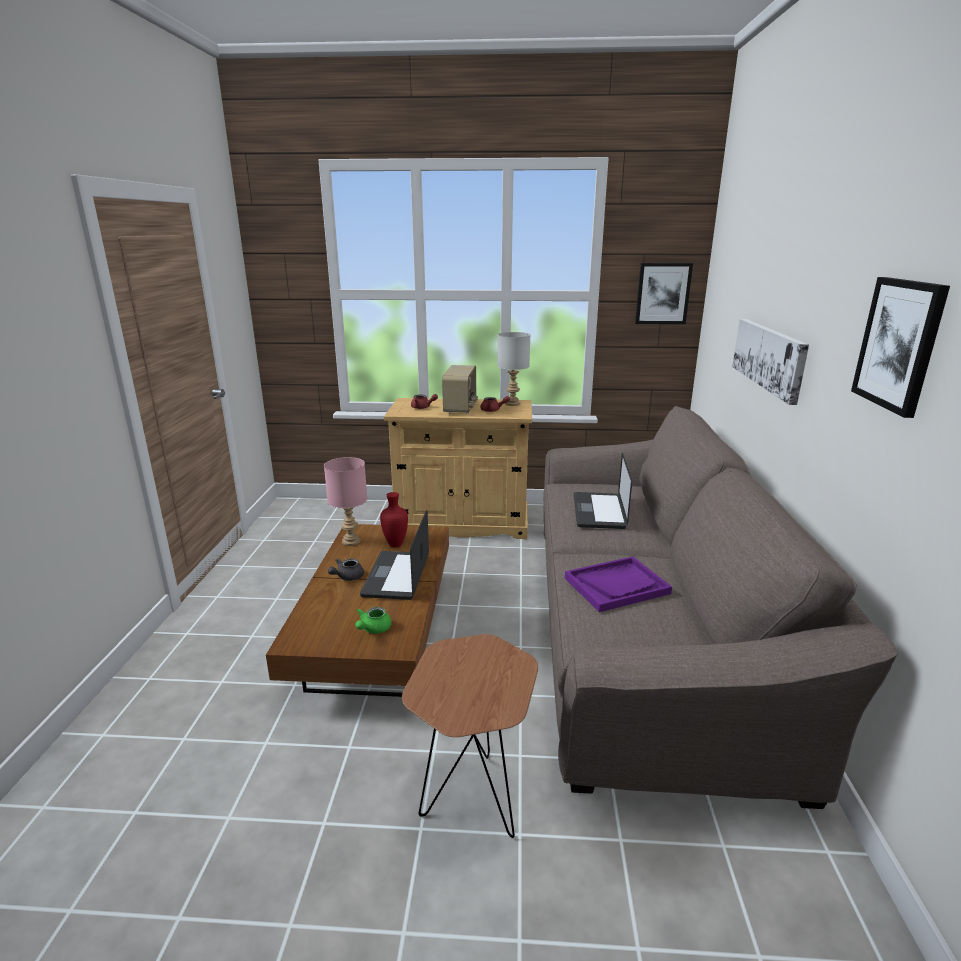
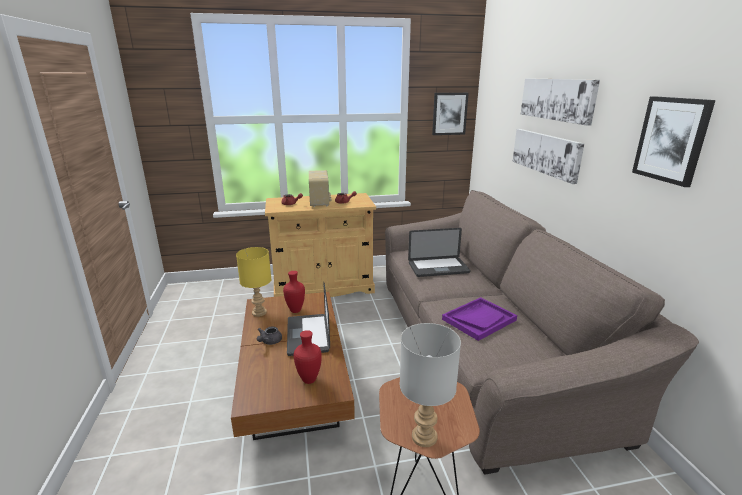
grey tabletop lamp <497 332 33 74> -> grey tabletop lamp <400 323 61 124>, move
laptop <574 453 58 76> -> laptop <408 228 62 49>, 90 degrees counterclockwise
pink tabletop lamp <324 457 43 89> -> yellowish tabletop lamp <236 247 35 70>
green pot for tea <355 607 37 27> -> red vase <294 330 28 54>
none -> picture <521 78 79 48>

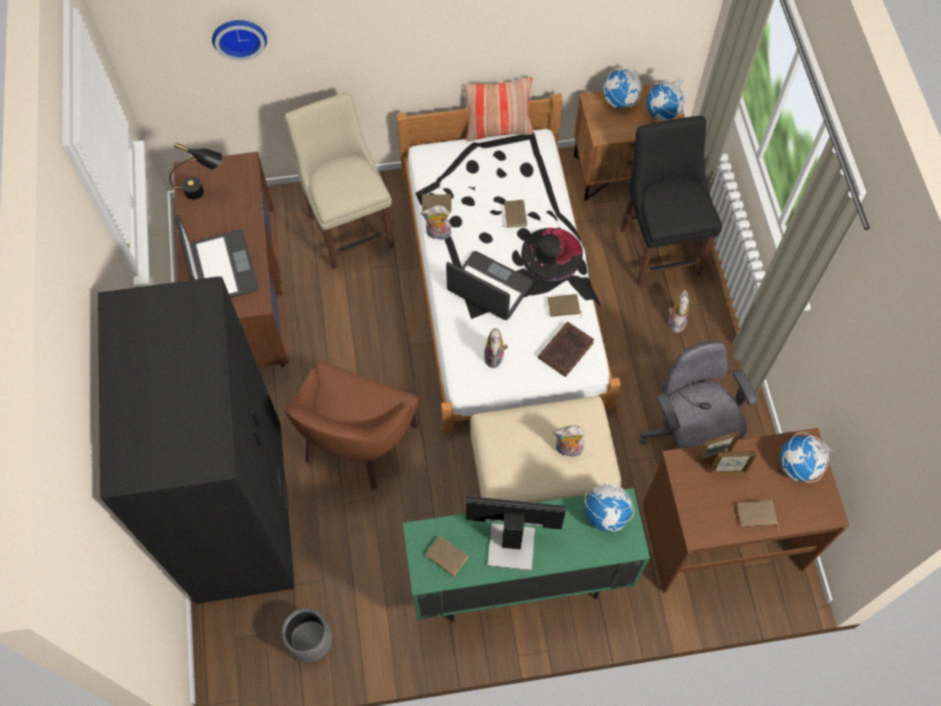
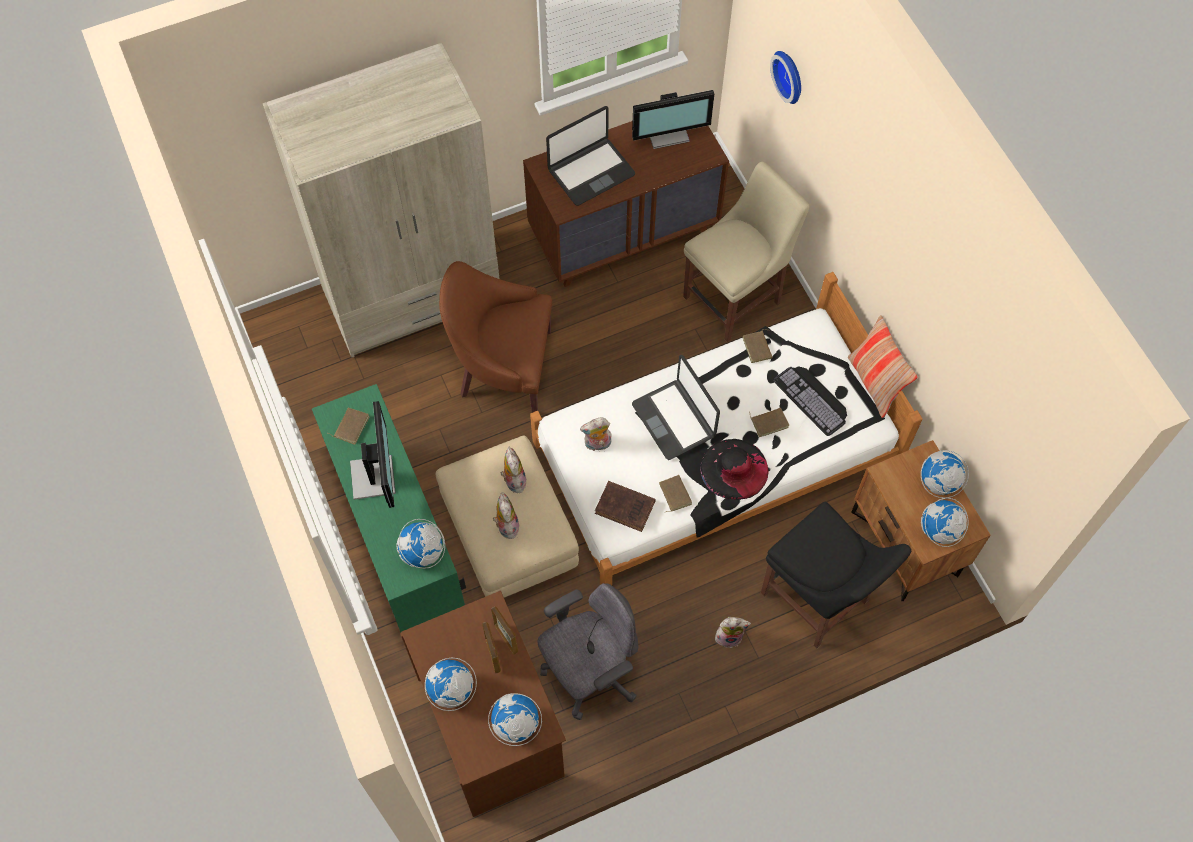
black-coloured plain chair <620 116 102 170> -> black-coloured plain chair <761 502 150 146>, 75 degrees clockwise
black-coloured tabletop lamp <169 142 54 58> -> computer display <632 90 82 59>
plush toy <421 205 31 36> -> plush toy <501 447 25 46>, move
laptop <446 251 87 69> -> laptop <632 355 88 105>, 135 degrees clockwise
black-coloured armoire <98 276 197 328> -> beige armoire <263 43 237 314>
brownish volume <737 500 42 32> -> globe <425 657 52 54>
grey planter <282 608 50 54> -> none
none -> computer keyboard <774 366 73 70>

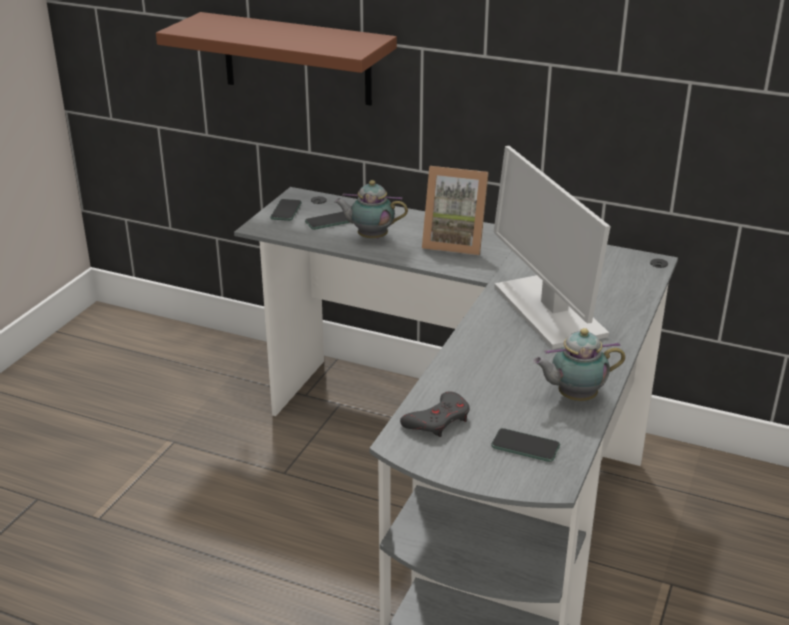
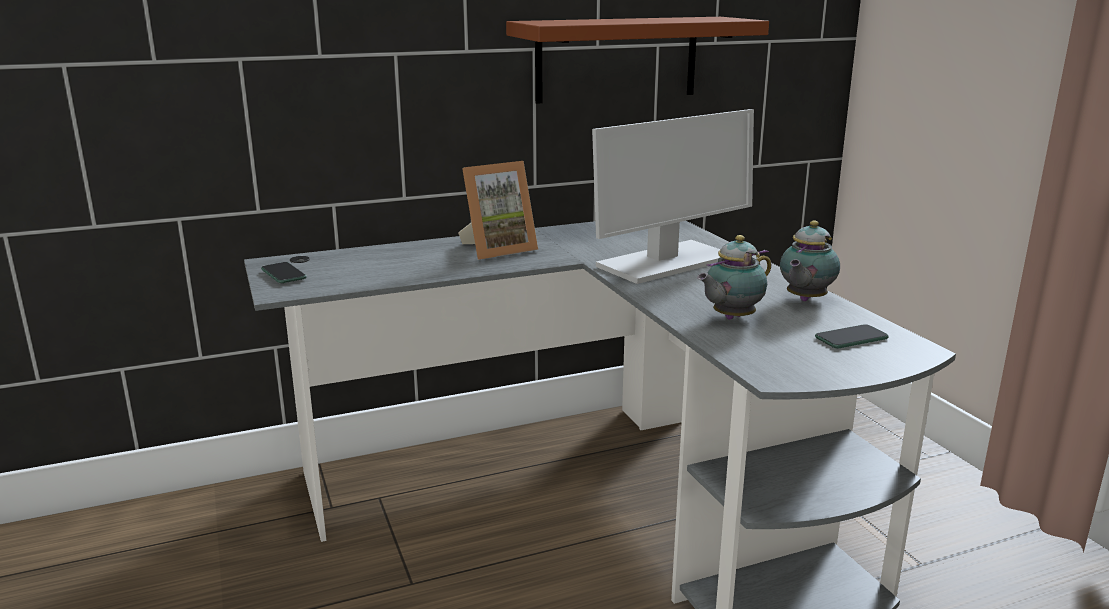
brownish wall shelf <156 12 241 94> -> brownish wall shelf <506 17 263 87>, move
computer display <493 146 118 203> -> computer display <592 109 162 175>, 60 degrees counterclockwise
pot for tea <334 180 74 59> -> pot for tea <697 235 74 85>, move
phone <305 212 45 18> -> none
grey joypad <400 391 70 46> -> none

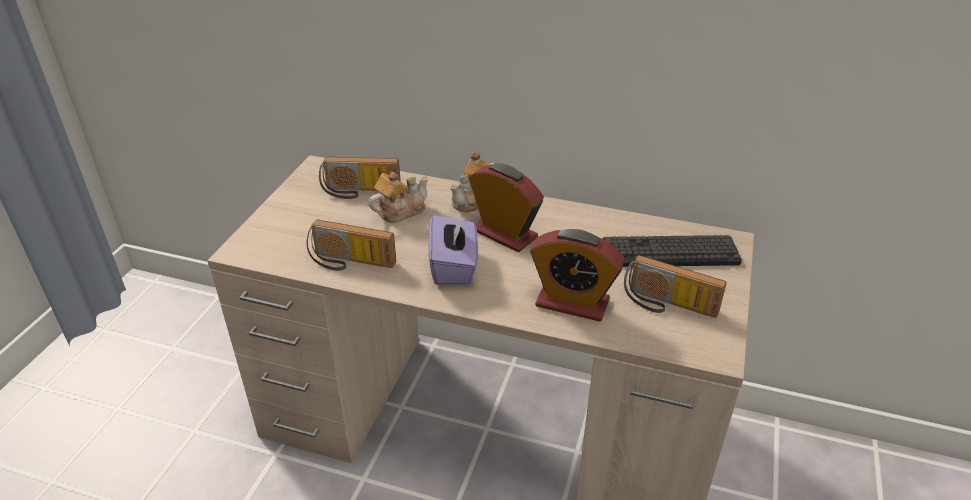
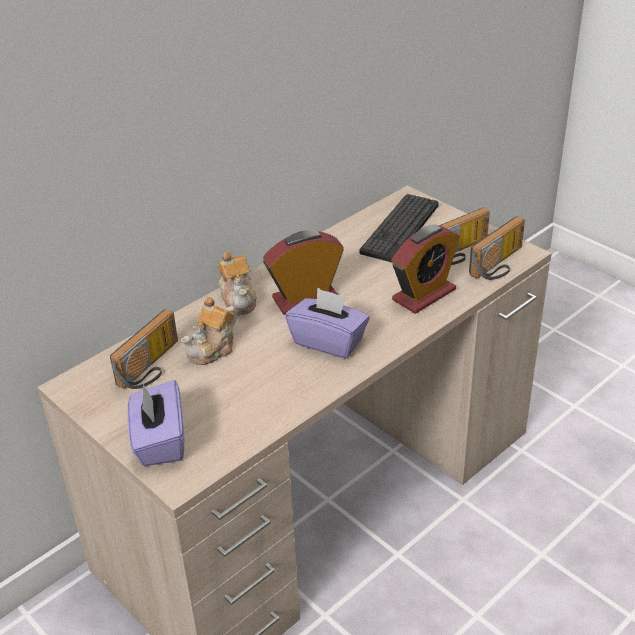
pot for tea <369 172 60 51> -> pot for tea <181 297 56 68>, 135 degrees counterclockwise
radio receiver <307 219 89 52> -> radio receiver <469 216 56 64>, move
none -> purple-coloured box of tissues <127 380 57 86>

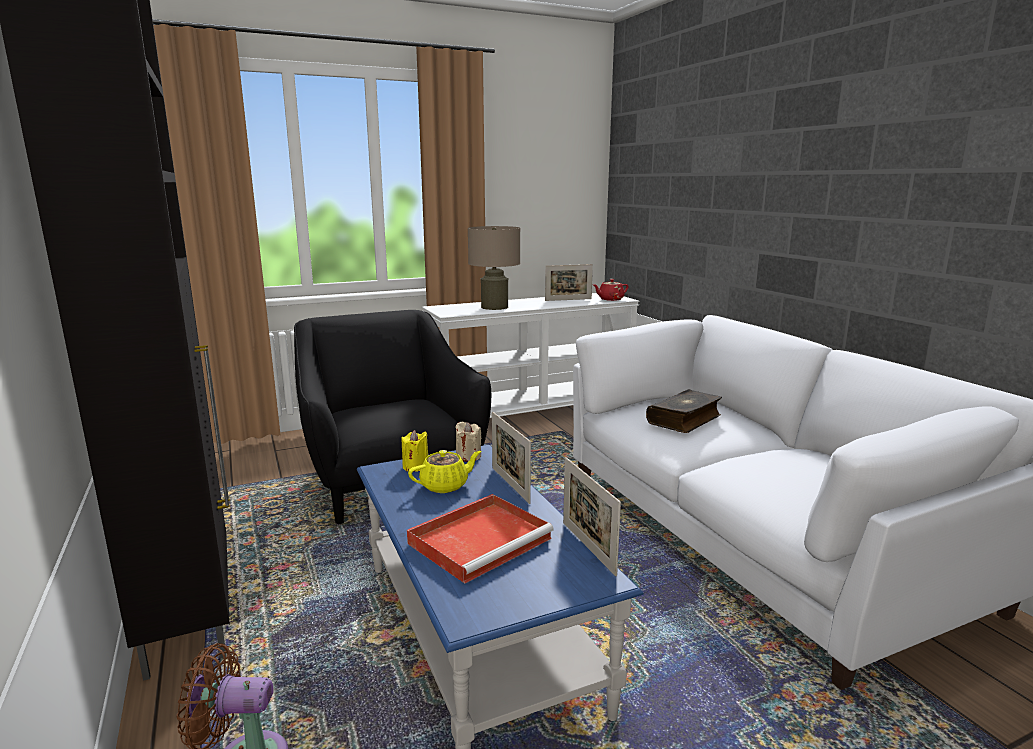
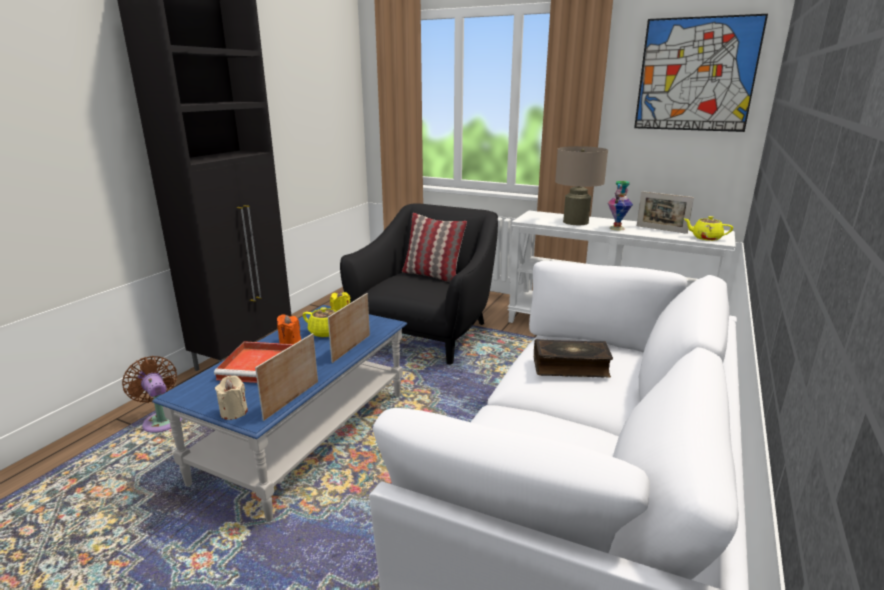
red pot for tea <593 279 36 22> -> yellowish pot for tea <684 216 49 25>
beige wax light <455 422 26 40> -> beige wax light <215 376 33 44>, move
none -> picture <634 14 134 118>
none -> vase <608 181 25 50>
none -> cushion <402 213 65 69>
none -> orange wax light <277 314 24 30>

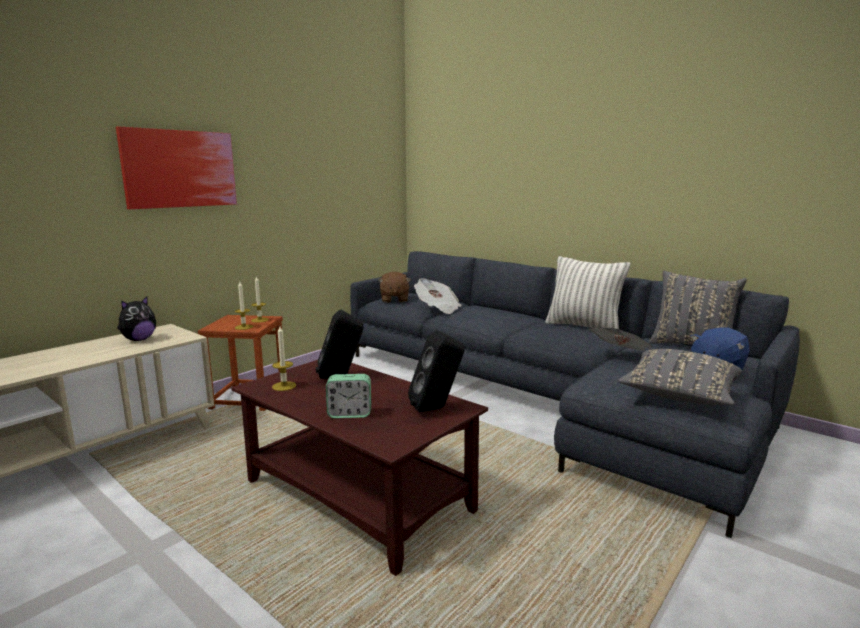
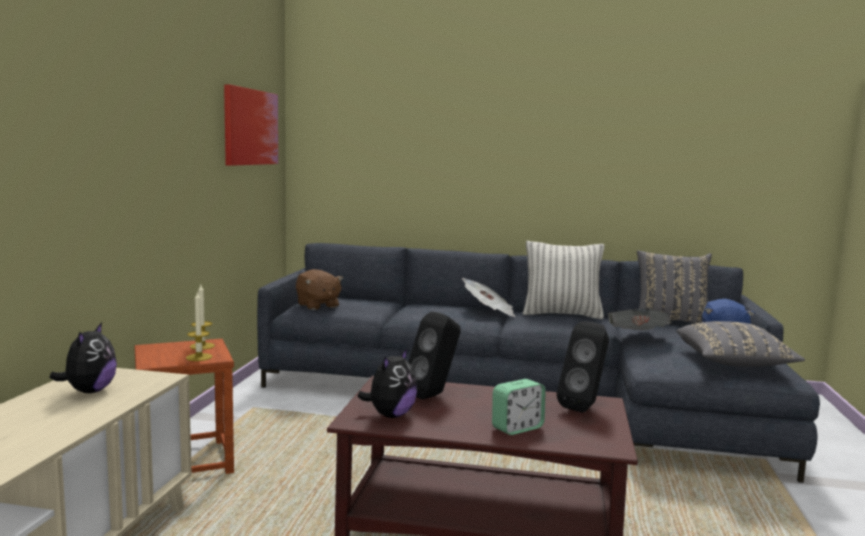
picture <116 126 121 83> -> picture <224 84 54 82>, move
printed paper <414 278 48 36> -> printed paper <462 278 53 39>, move
wax light <272 326 24 65> -> plush toy <357 347 60 71>

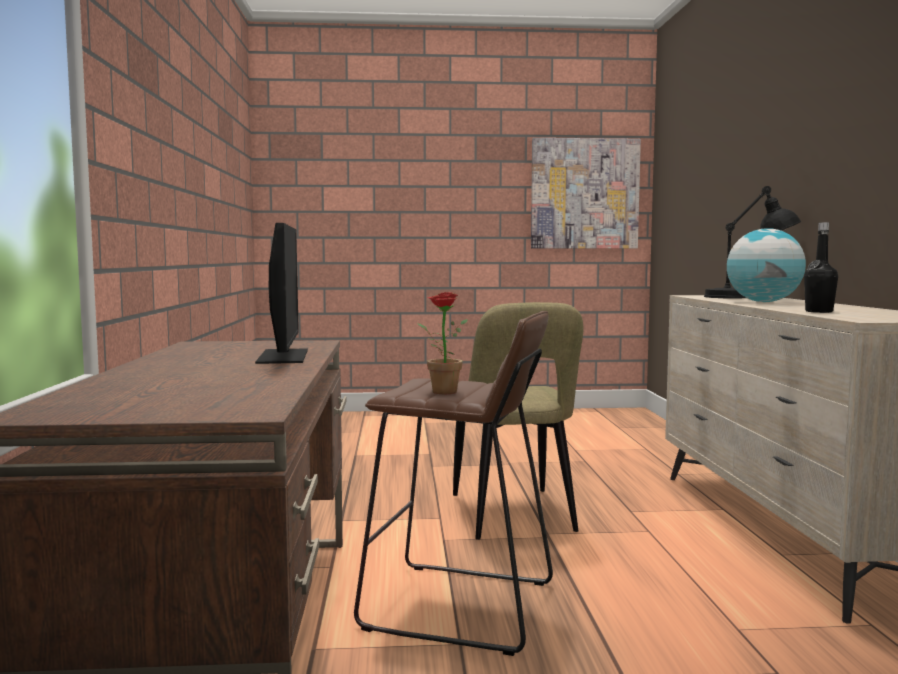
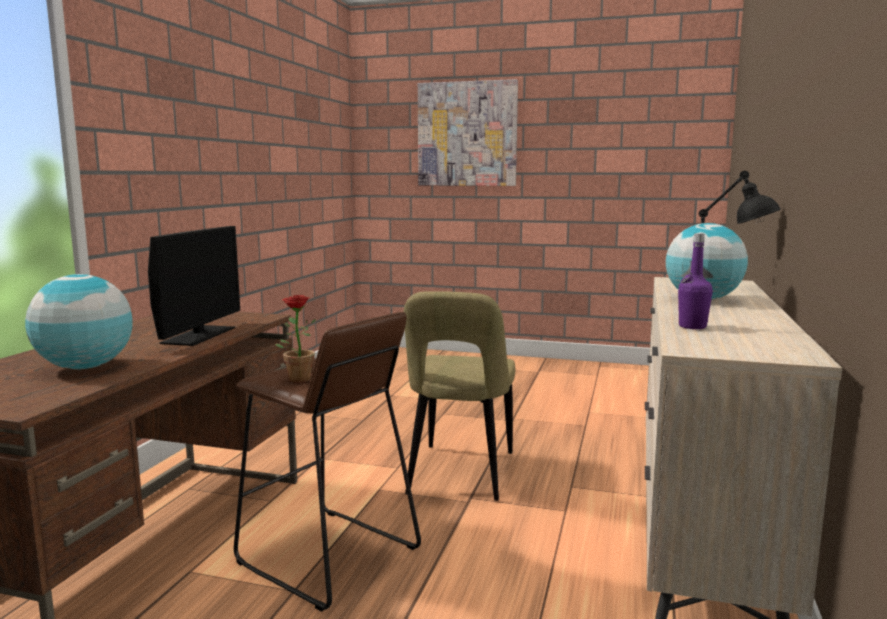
picture <531 138 110 110> -> picture <418 79 100 107>, move
black-coloured drink bottle <804 222 34 91> -> purple-coloured drink bottle <678 233 35 96>
none -> globe <25 274 108 95>

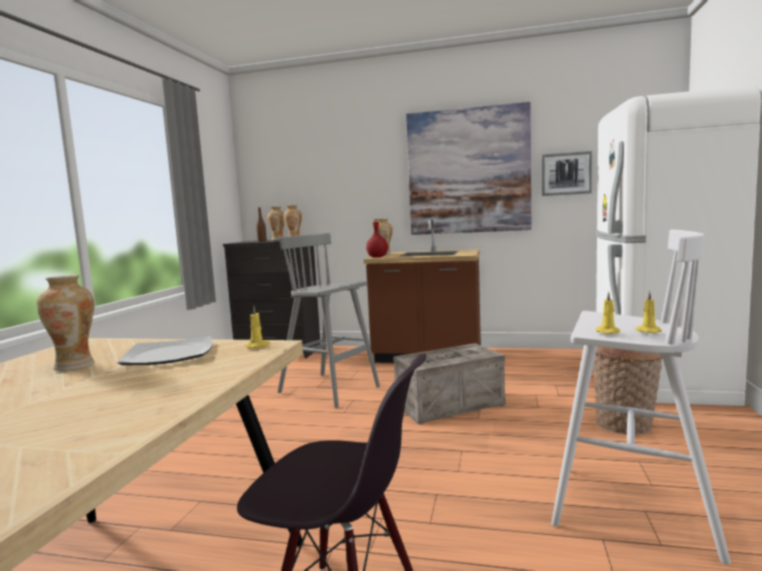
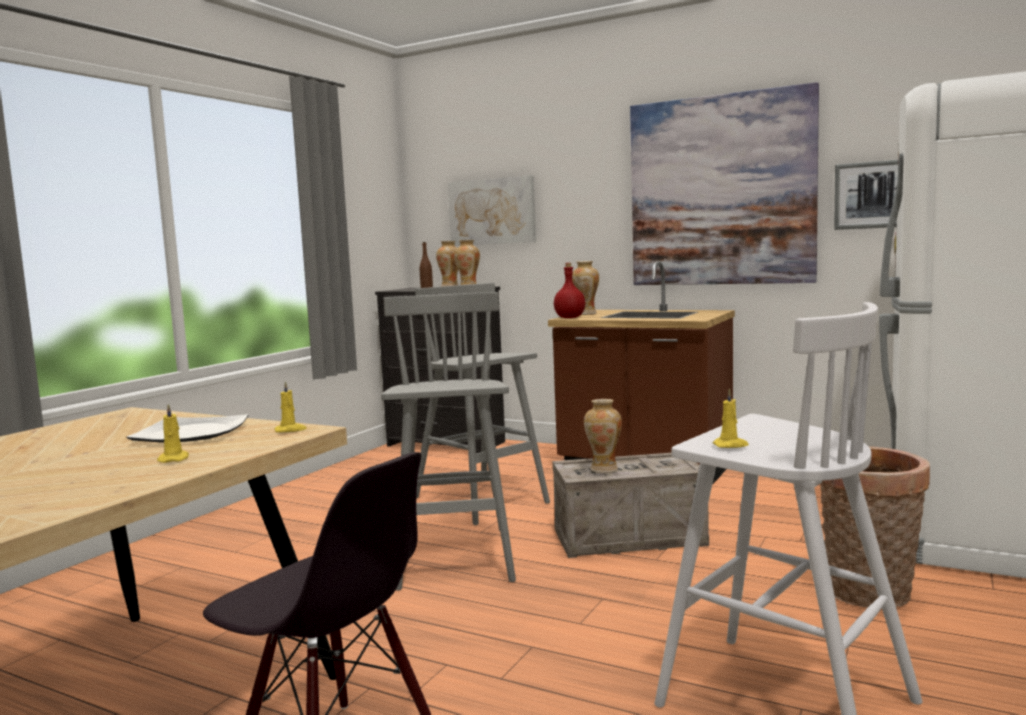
vase <36 275 58 96> -> vase <584 399 38 74>, move
yellowish wax light <635 291 27 42> -> yellowish wax light <157 404 32 59>, move
none -> picture <448 175 88 71>
none -> grey stool <381 292 135 299>

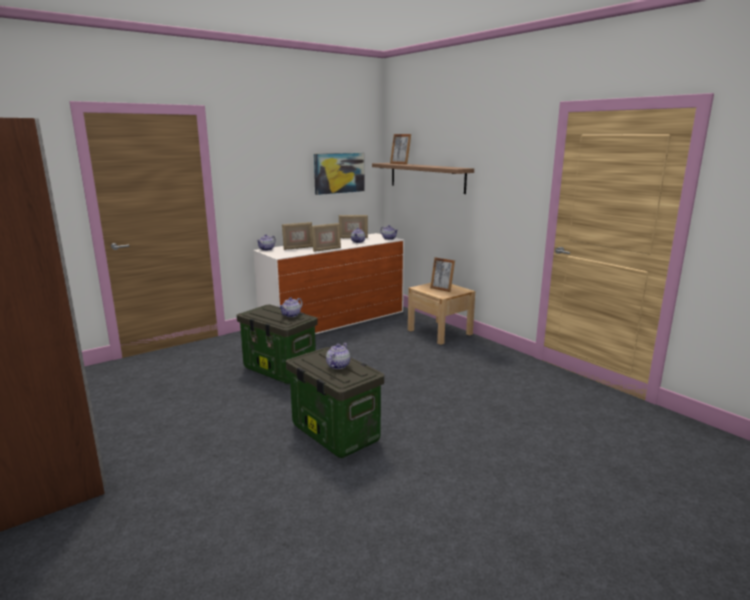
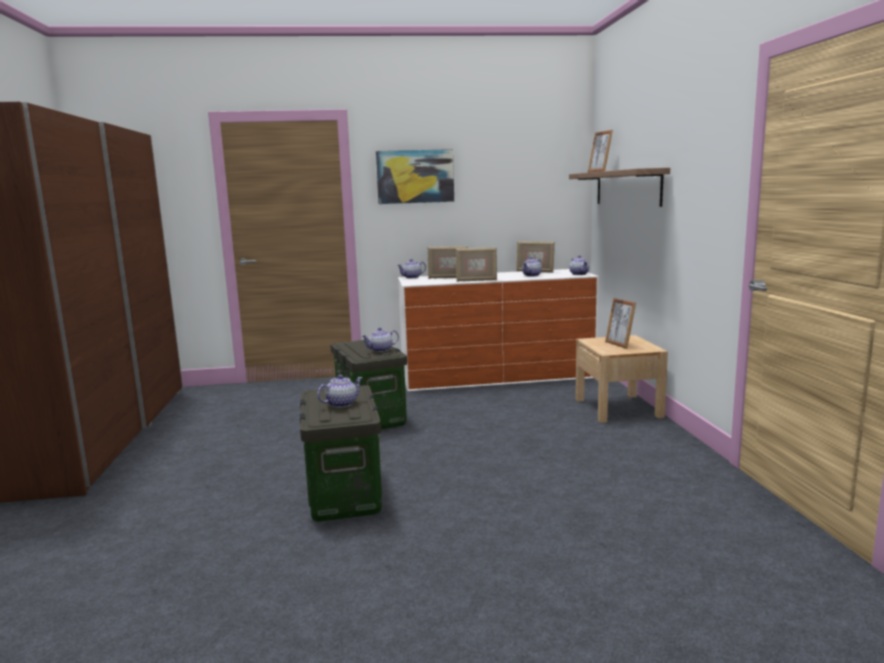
picture <314 153 50 42> -> picture <376 149 78 55>, move

